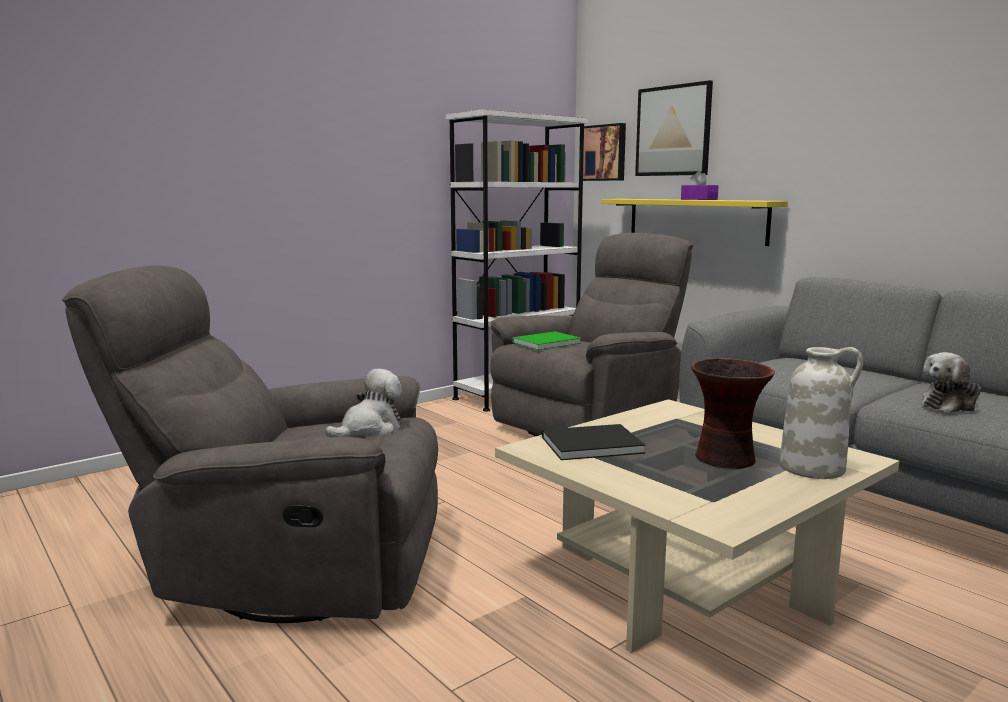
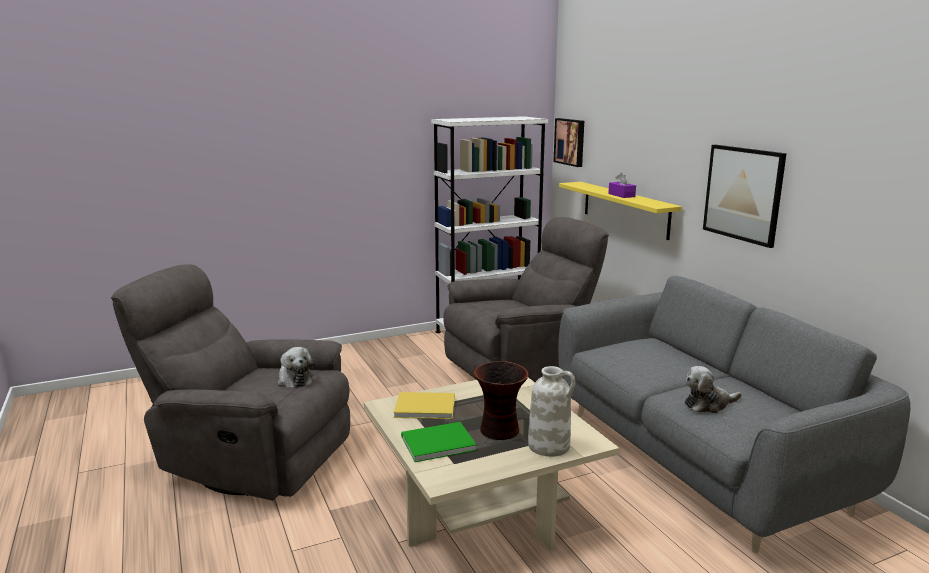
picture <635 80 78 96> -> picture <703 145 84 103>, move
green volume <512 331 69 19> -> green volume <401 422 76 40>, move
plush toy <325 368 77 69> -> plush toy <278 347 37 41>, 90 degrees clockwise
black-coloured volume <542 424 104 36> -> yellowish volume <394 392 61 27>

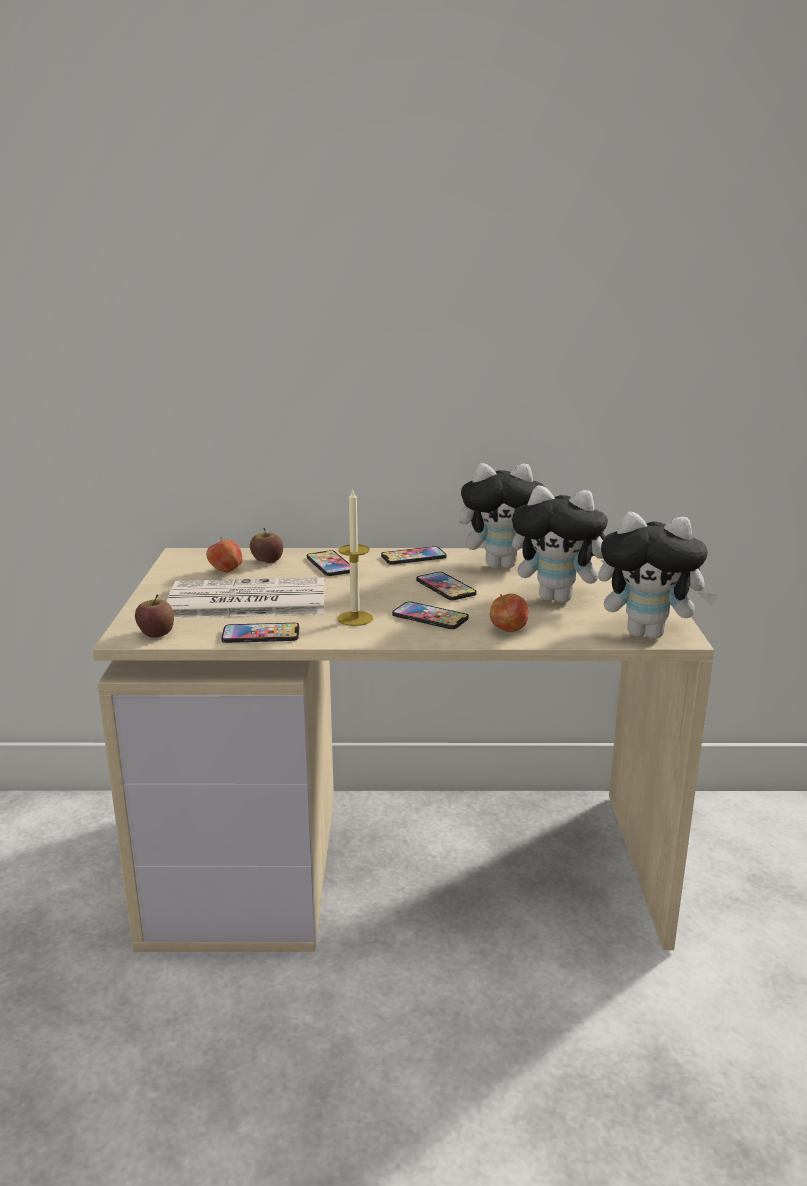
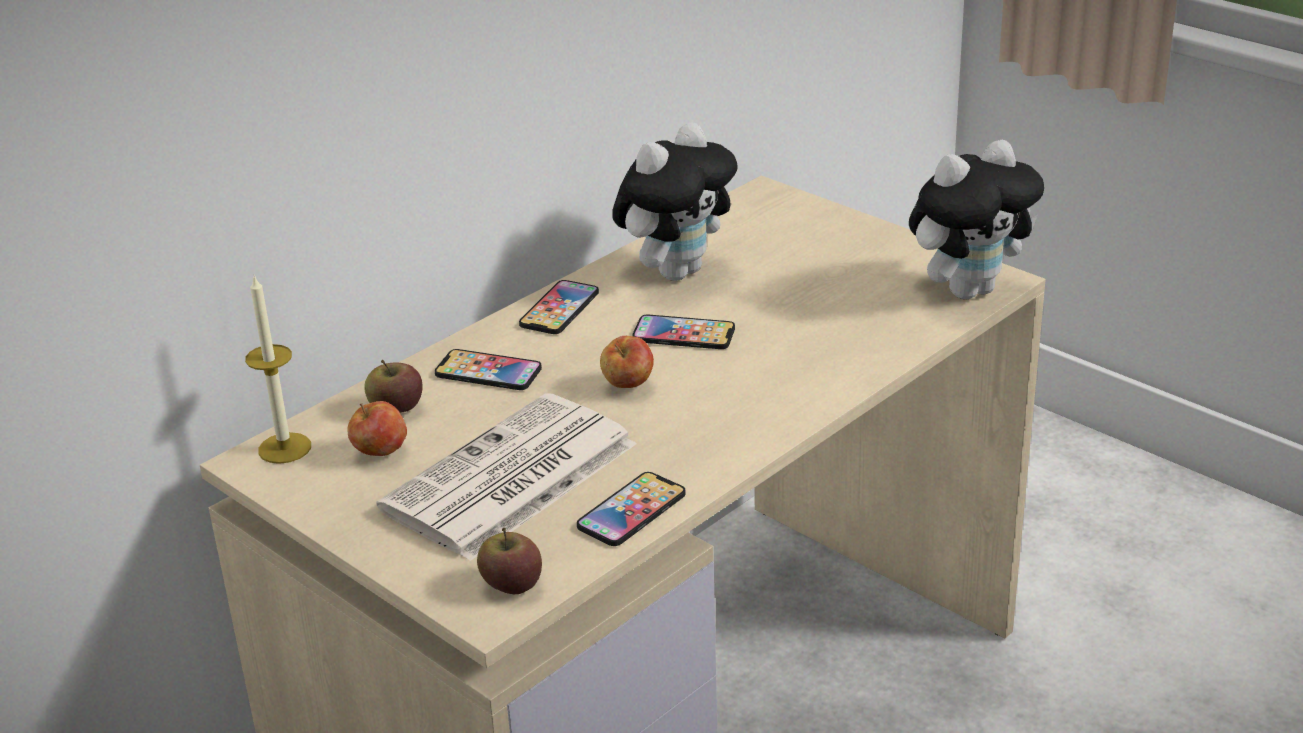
plush toy <512 486 96 117> -> none
wax light <337 488 36 138> -> wax light <245 274 66 190>, move
whole apple <490 594 39 38> -> whole apple <600 336 54 52>, move
phone <392 601 77 28> -> none

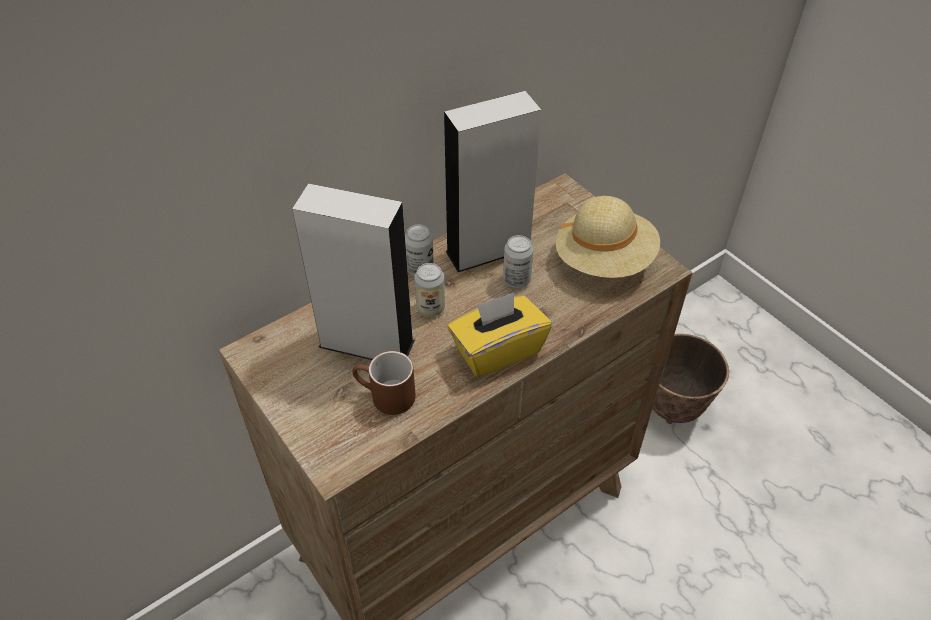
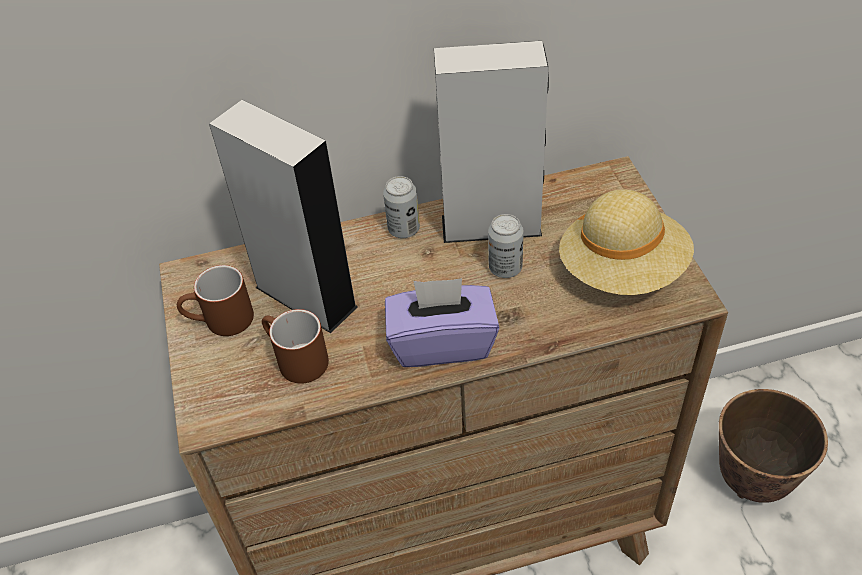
can <414 263 31 54> -> none
yellowish box of tissues <448 292 104 85> -> purple-coloured box of tissues <385 278 114 89>
none -> brownish mug <177 265 77 71>

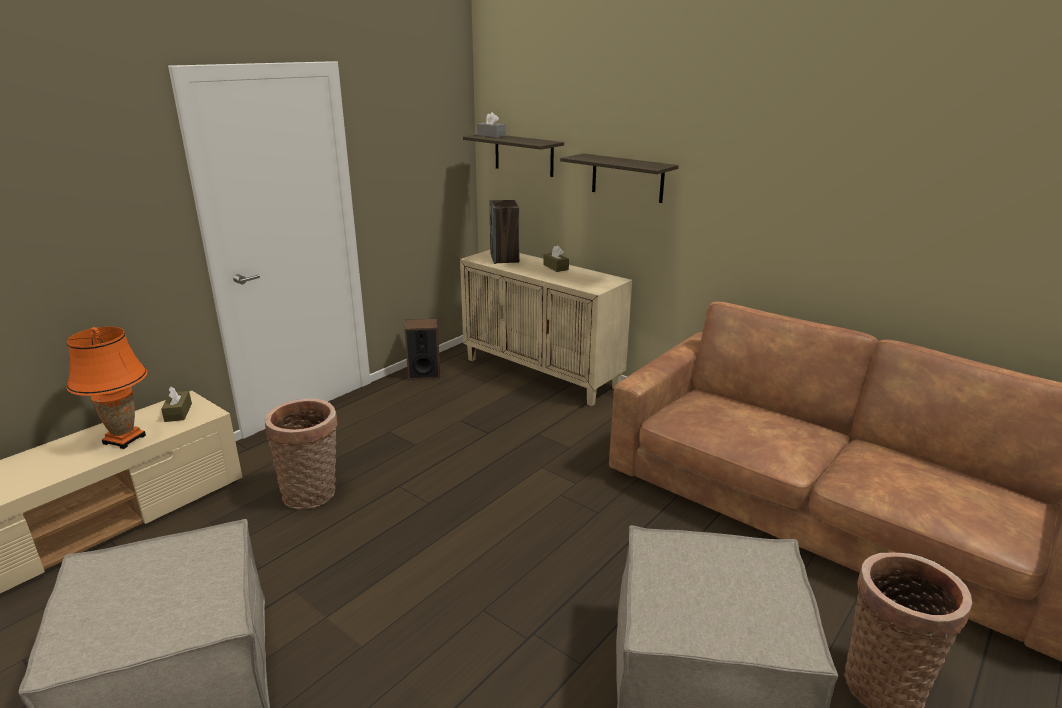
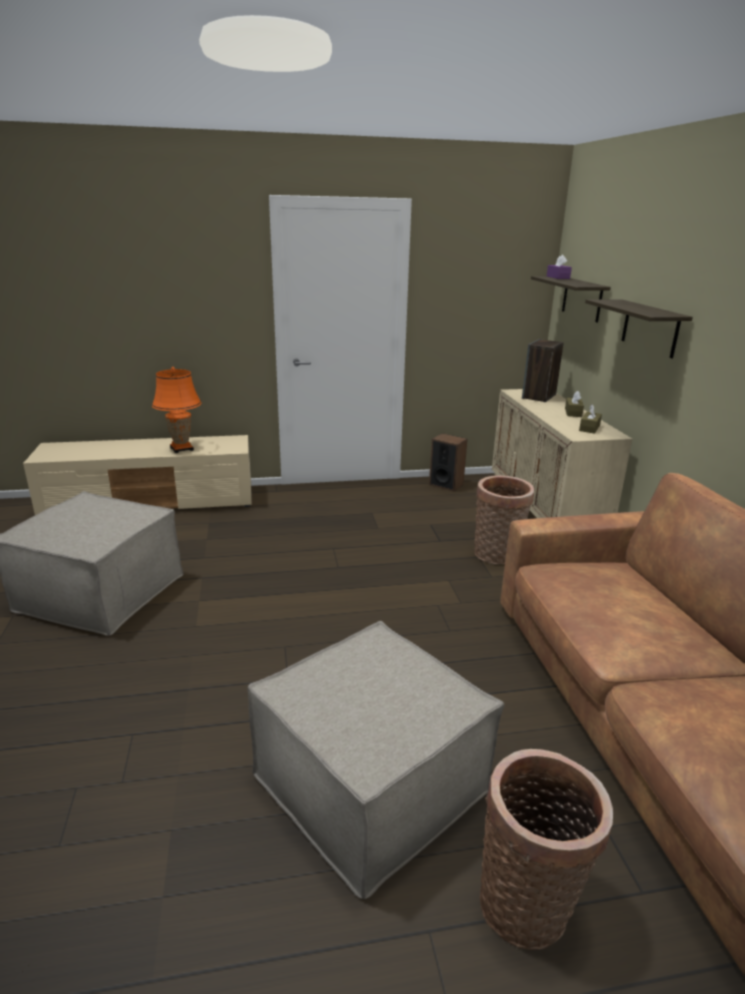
grey box of tissues <477 112 28 26> -> purple-coloured box of tissues <547 255 25 24>
brownish box of tissues <161 386 31 36> -> brownish box of tissues <579 404 23 30>, move
storage basket <265 398 73 112> -> storage basket <474 475 60 89>, move

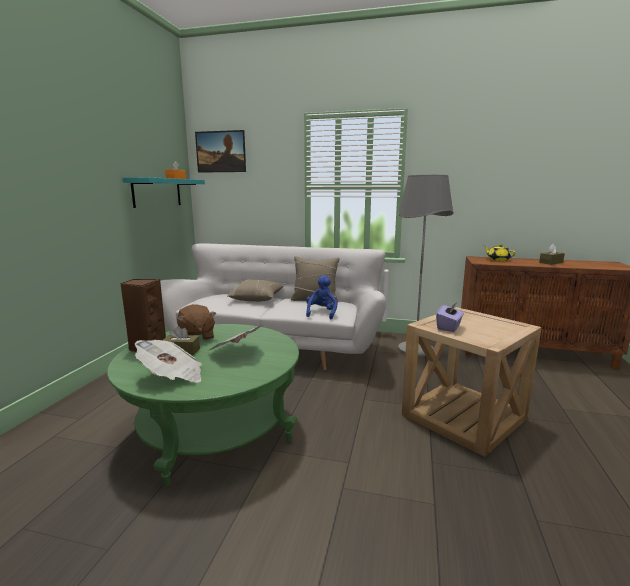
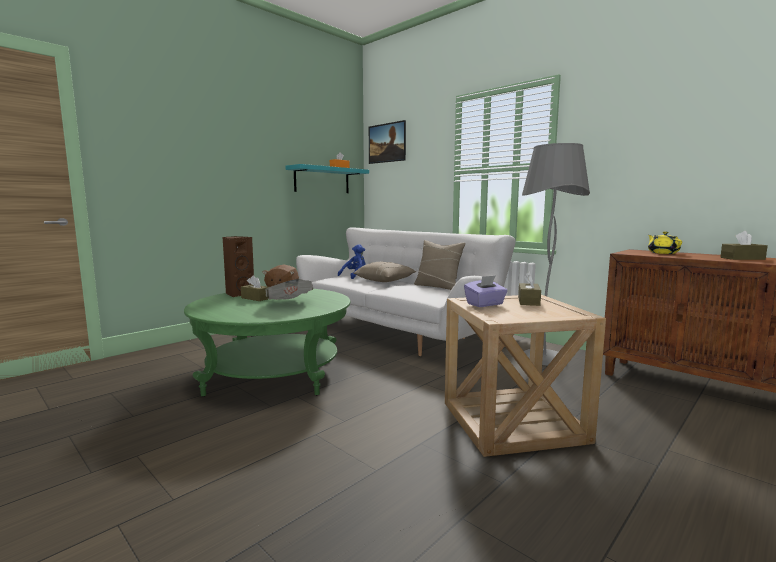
bluish plush toy <306 275 31 44> -> bluish plush toy <338 244 28 35>, move
printed paper <135 340 67 43> -> none
none -> brownish box of tissues <518 272 23 34>

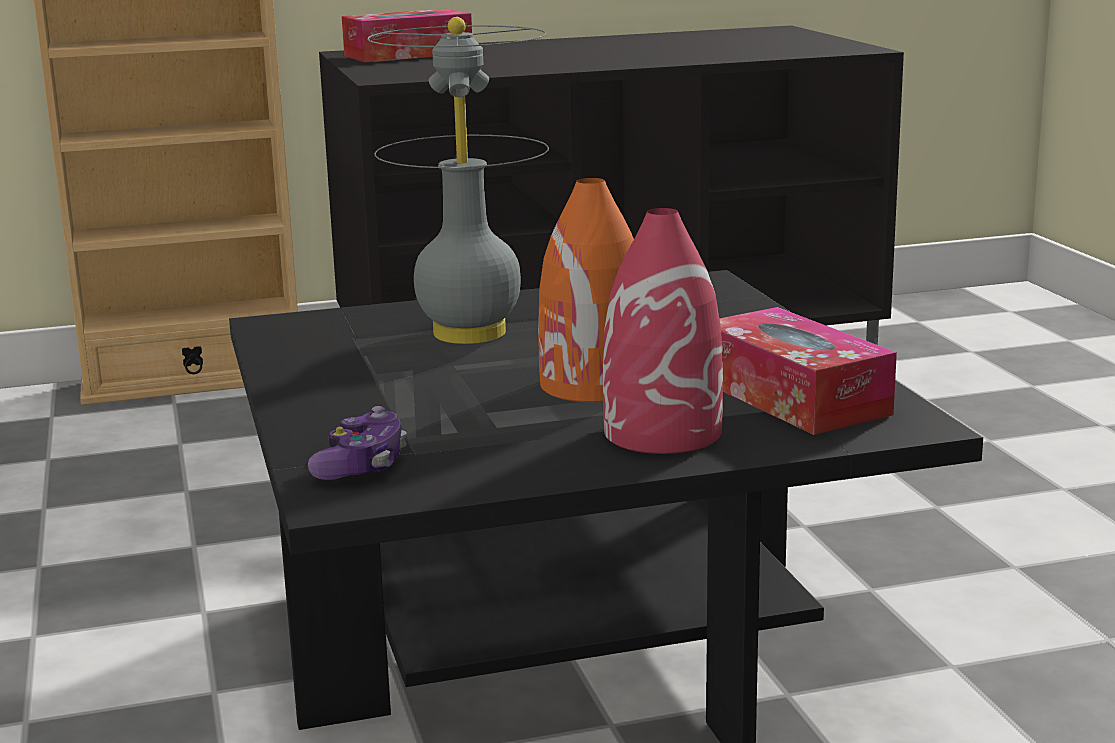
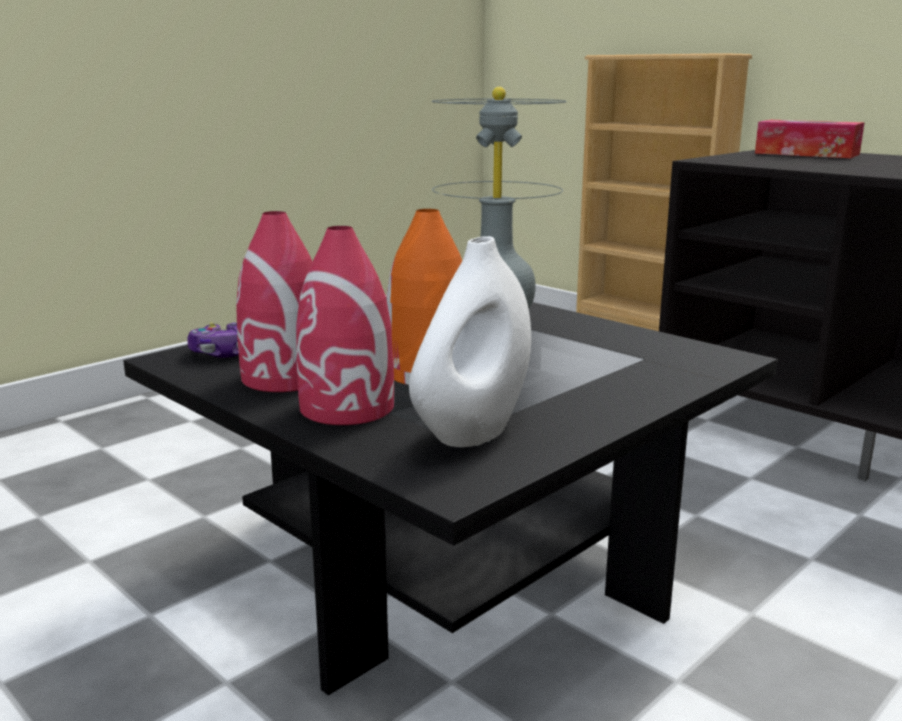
box of tissues <719 307 178 128> -> white vase <409 236 122 211>
none -> red vase <236 211 76 181>

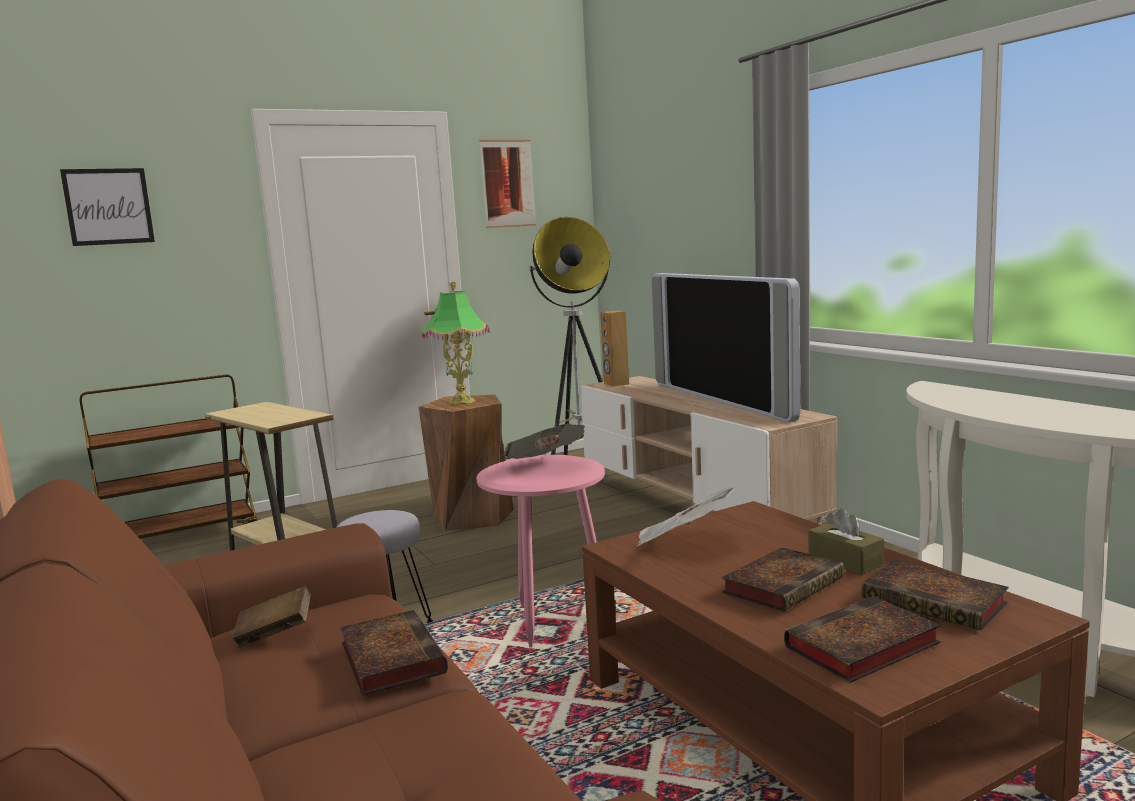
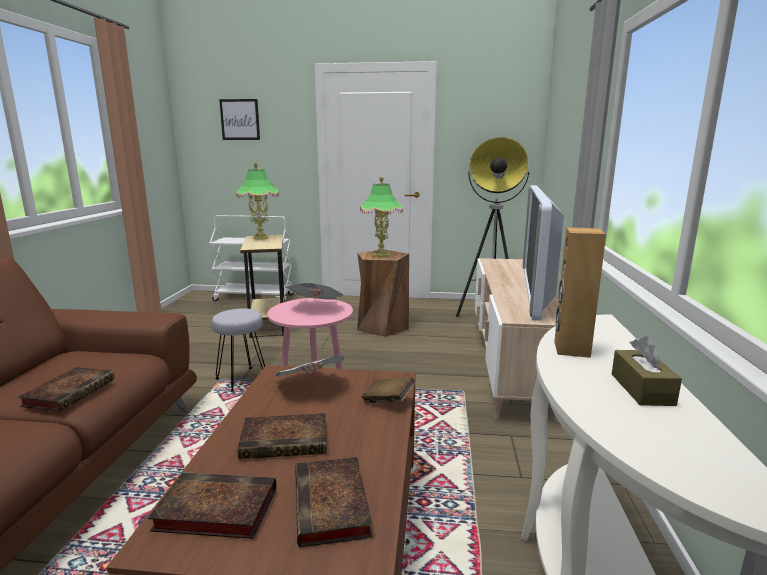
picture <479 140 57 88> -> none
brownish speaker <600 310 29 77> -> brownish speaker <554 227 52 131>, move
brownish cart <80 374 178 165> -> white cart <209 215 85 86>
brownish box of tissues <808 508 76 67> -> brownish box of tissues <612 336 70 70>, move
brownish volume <232 586 79 62> -> brownish volume <361 377 53 26>, move
none -> tabletop lamp <236 163 43 77>

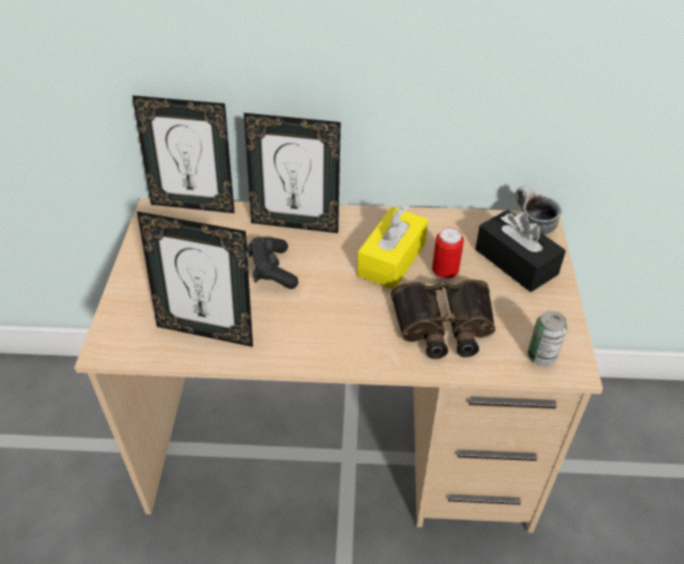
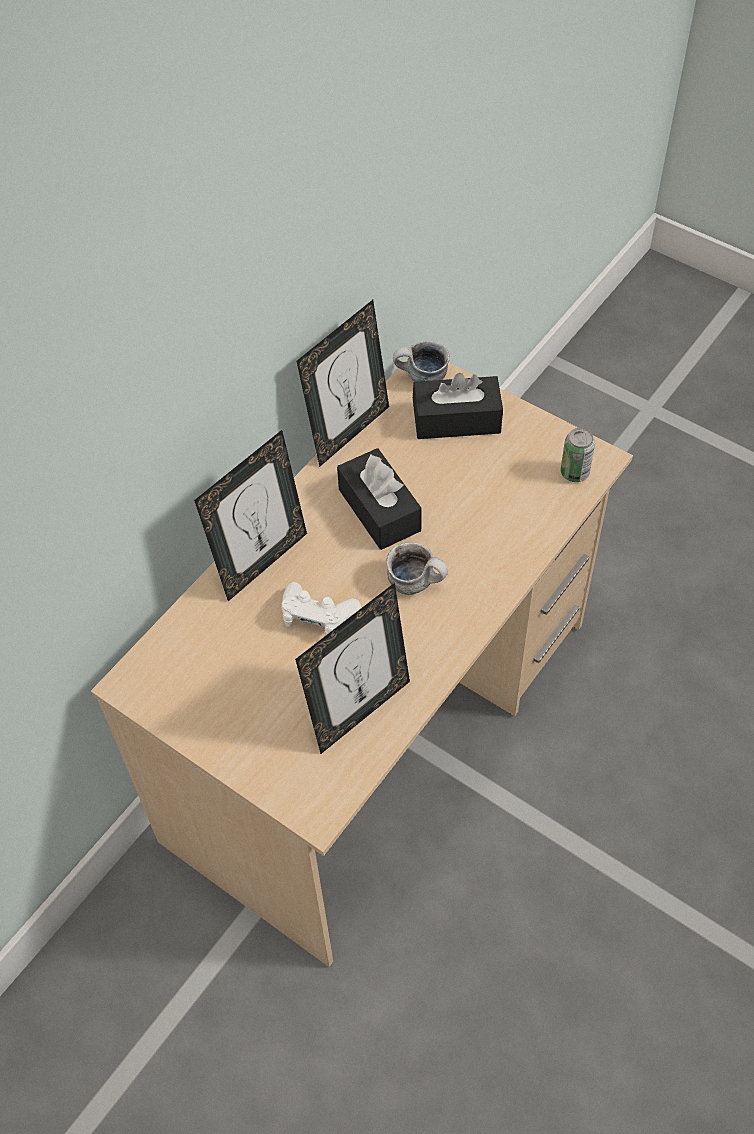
photo frame <132 95 103 118> -> photo frame <297 300 92 167>, move
yellowish box of tissues <357 205 71 84> -> black-coloured box of tissues <337 448 85 102>
can <432 228 32 52> -> none
black-coloured joypad <247 237 51 52> -> white joypad <281 582 80 52>
field glasses <391 279 105 80> -> none
none -> mug <386 543 62 52>

